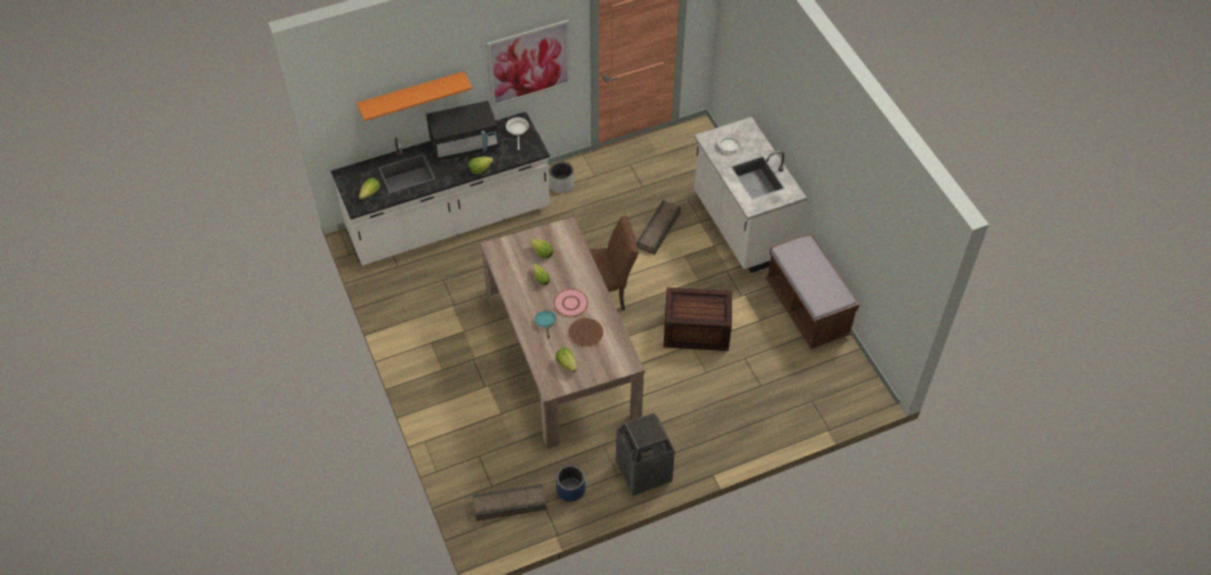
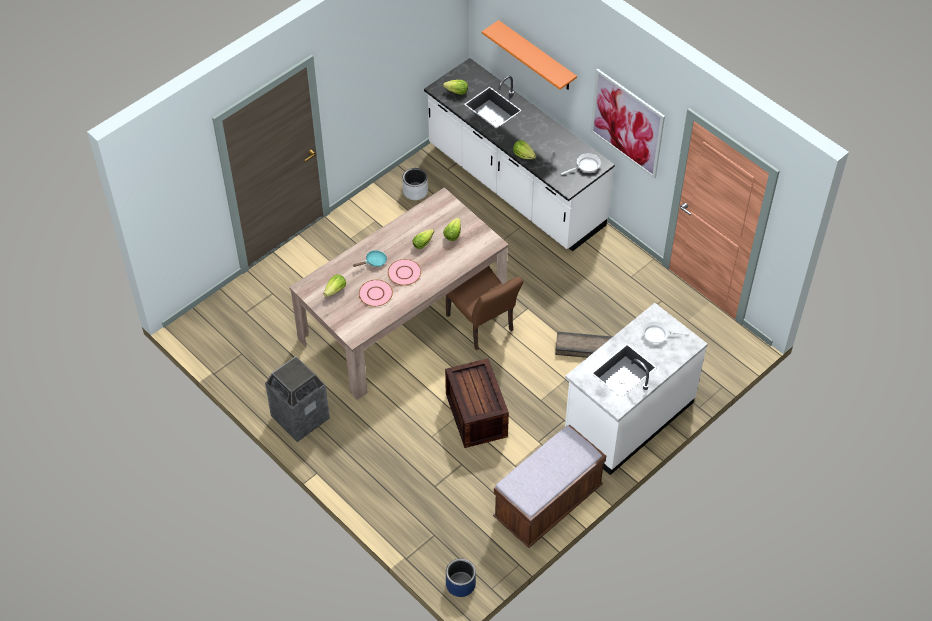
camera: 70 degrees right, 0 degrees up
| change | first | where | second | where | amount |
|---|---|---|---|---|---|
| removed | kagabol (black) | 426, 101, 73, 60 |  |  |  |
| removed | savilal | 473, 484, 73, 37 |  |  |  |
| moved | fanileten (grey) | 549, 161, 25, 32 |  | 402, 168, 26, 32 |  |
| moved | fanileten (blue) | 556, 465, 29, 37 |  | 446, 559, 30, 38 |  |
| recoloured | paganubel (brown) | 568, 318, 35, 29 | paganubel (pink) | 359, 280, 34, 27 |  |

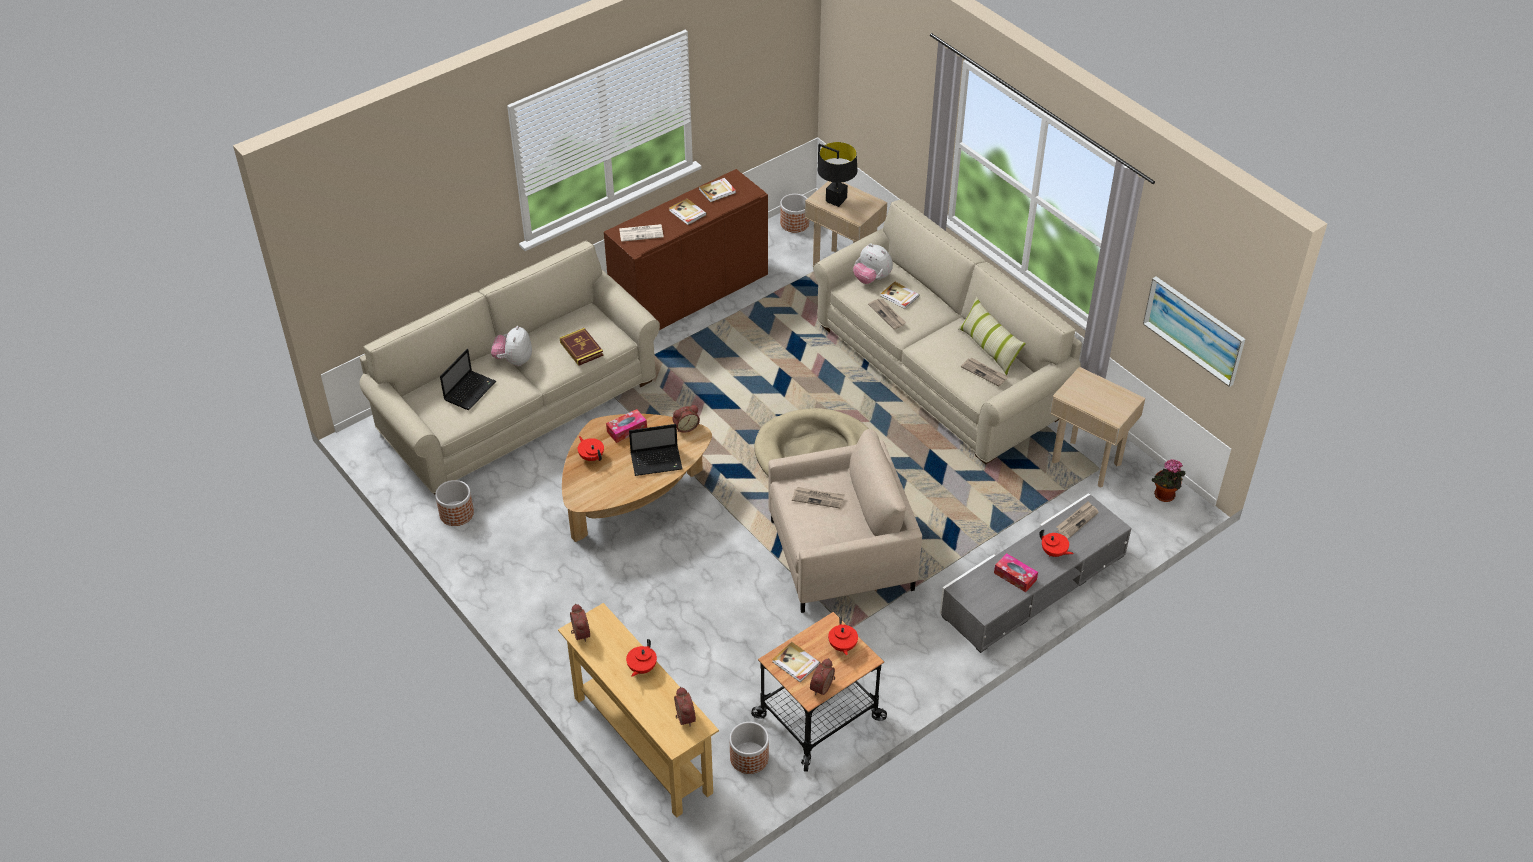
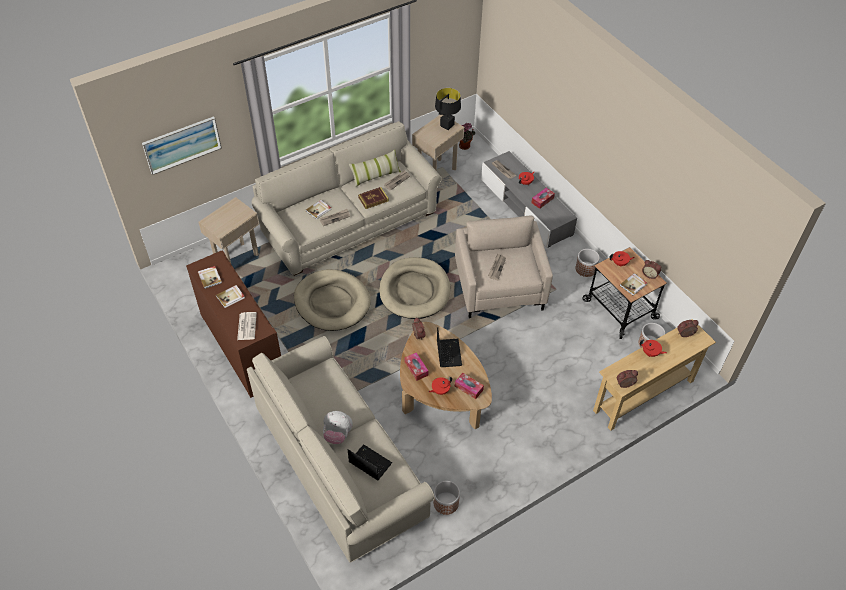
camera: 85 degrees left, 5 degrees up
| change | first | where | second | where | amount |
|---|---|---|---|---|---|
| moved | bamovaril | 560, 328, 43, 38 |  | 358, 187, 31, 22 |  |
| moved | fanileten | 780, 194, 29, 39 |  | 576, 249, 24, 28 |  |
| moved | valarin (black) | 818, 142, 39, 65 |  | 435, 88, 26, 42 |  |
| removed | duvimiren | 853, 243, 40, 41 |  |  |  |
| moved | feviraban | 1143, 276, 102, 111 |  | 142, 116, 80, 59 |  |
| added |  |  | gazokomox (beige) | 294, 269, 77, 62 |  |
| added |  |  | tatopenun | 455, 373, 29, 26 |  |

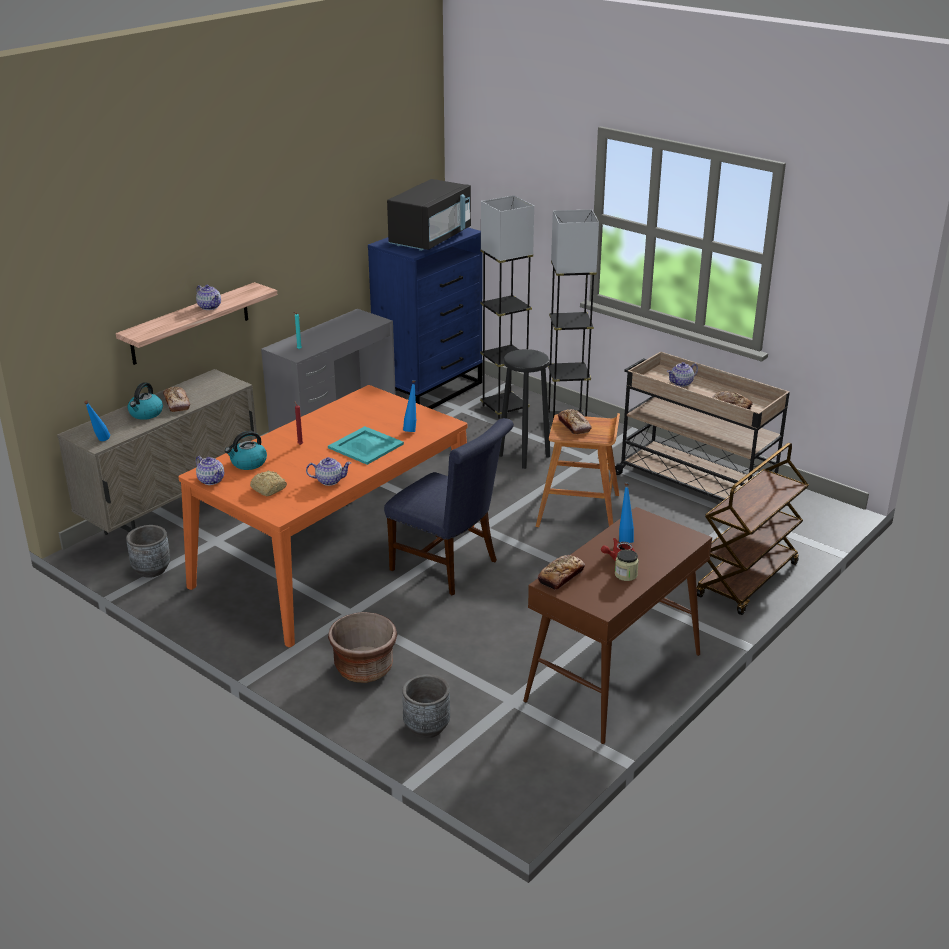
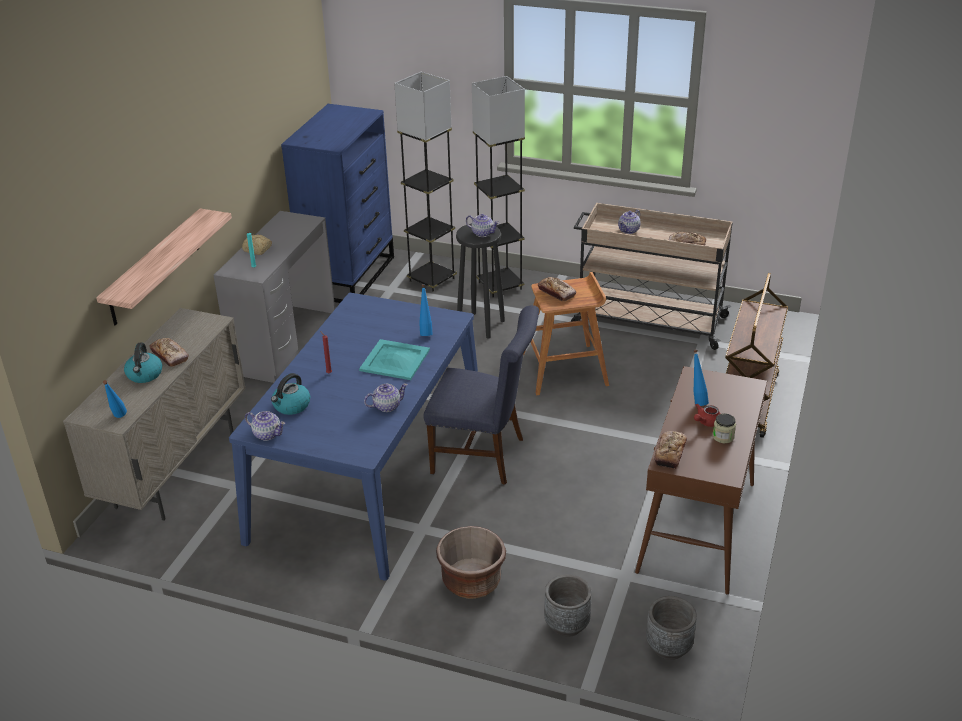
camera: 20 degrees left, 5 degrees up
| change | first | where | second | where | amount |
|---|---|---|---|---|---|
| moved | fanileten (grey) | 126, 525, 45, 53 |  | 646, 596, 51, 64 |  |
| recoloured | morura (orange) | 178, 385, 296, 262 | morura (blue) | 229, 293, 249, 288 |  |
| moved | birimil | 196, 285, 25, 25 |  | 466, 214, 33, 23 |  |
| moved | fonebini | 250, 471, 37, 25 |  | 242, 234, 30, 21 |  |
| removed | kagabol (black) | 387, 179, 84, 72 |  |  |  |

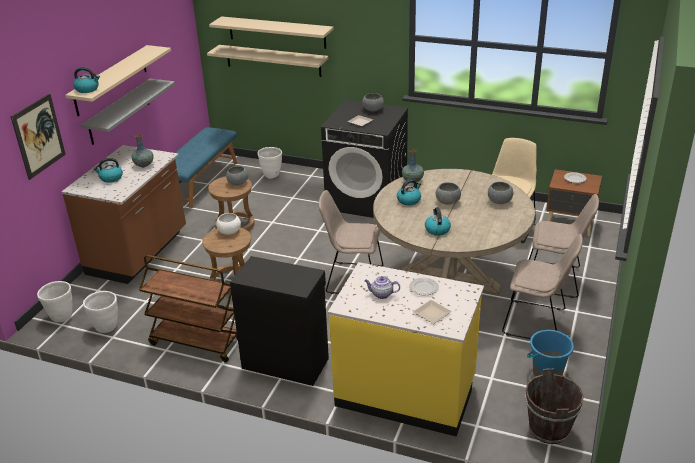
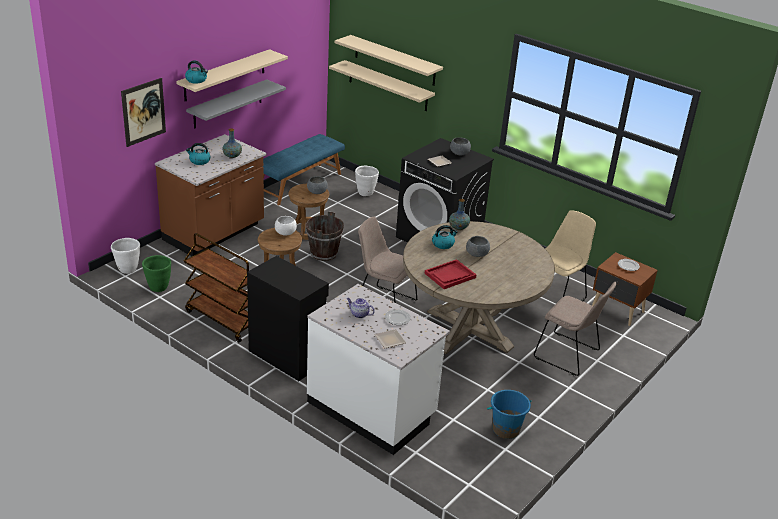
camera: 15 degrees right, 0 degrees up
| change | first | where | second | where | amount |
|---|---|---|---|---|---|
| recoloured | fanileten (white) | 83, 291, 35, 42 | fanileten (green) | 142, 255, 29, 37 |  |
| recoloured | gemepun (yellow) | 328, 262, 156, 175 | gemepun (white) | 307, 284, 143, 171 |  |
| replaced | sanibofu | 425, 207, 26, 29 | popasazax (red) | 425, 259, 52, 30 |  |
| removed | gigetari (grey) | 488, 182, 25, 22 |  |  |  |
| removed | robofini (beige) | 502, 234, 81, 105 |  |  |  |
| moved | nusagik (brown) | 525, 369, 59, 75 |  | 306, 211, 38, 50 |  |

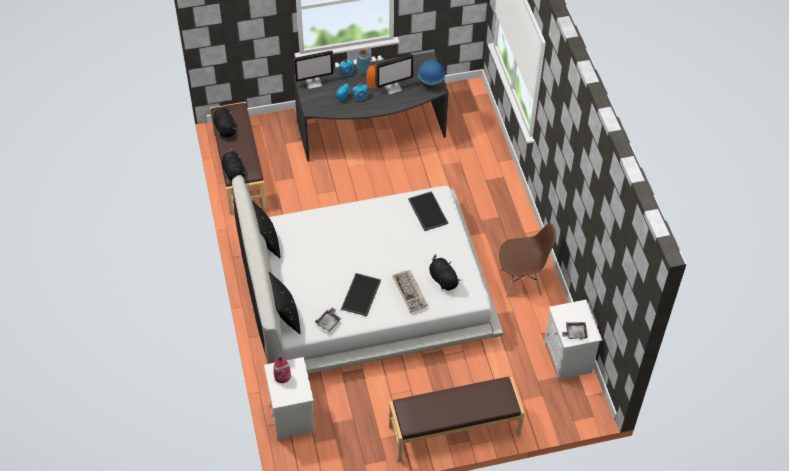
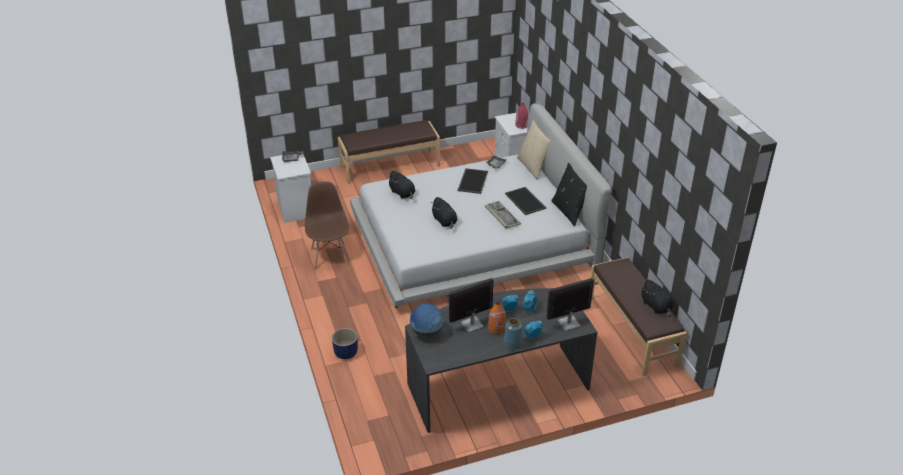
camera: 175 degrees right, 15 degrees down
| change | first | where | second | where | amount |
|---|---|---|---|---|---|
| moved | duvimiren (black) | 222, 149, 23, 32 |  | 431, 197, 26, 32 |  |
| recoloured | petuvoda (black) | 269, 272, 32, 62 | petuvoda (beige) | 517, 121, 34, 59 |  |
| moved | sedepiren | 392, 270, 36, 43 |  | 485, 201, 36, 27 |  |
| moved | popasazax | 408, 191, 40, 40 |  | 505, 187, 41, 28 |  |
| turned | robofini (brown) | 499, 223, 57, 75 |  | 305, 182, 44, 88 | 90 degrees clockwise |
| added |  |  | fanileten (blue) | 332, 328, 26, 31 |  |

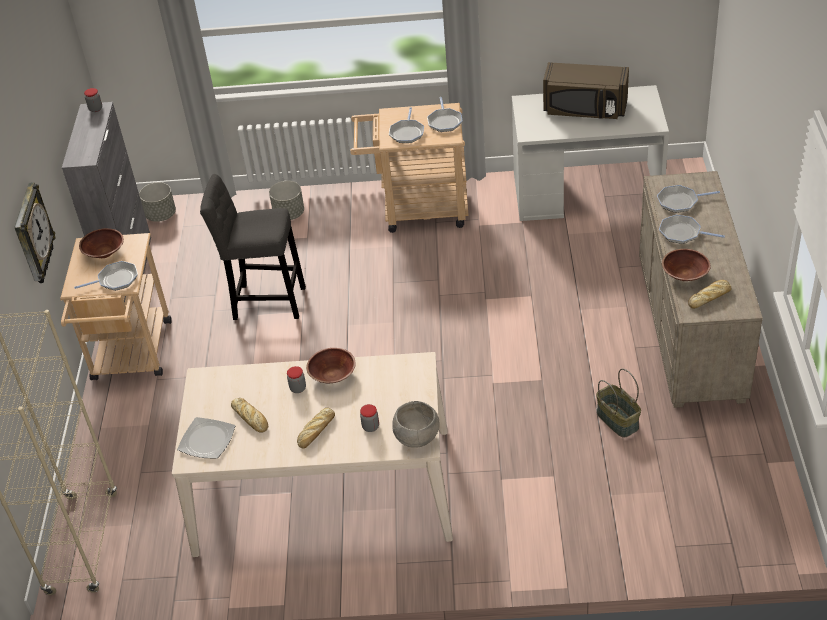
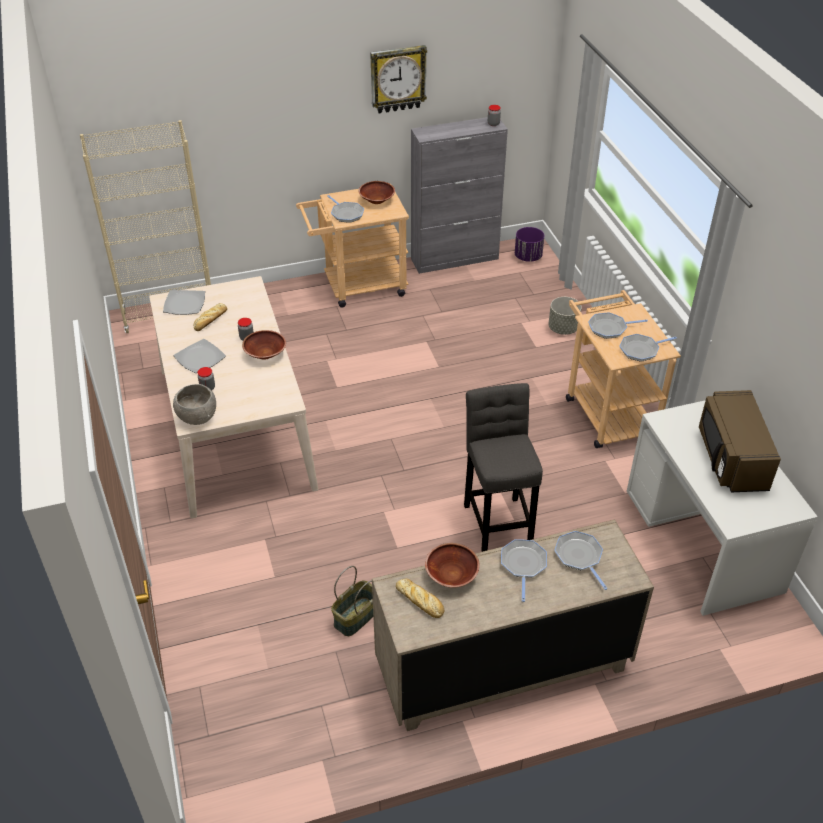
camera: 70 degrees right, 0 degrees up
| change | first | where | second | where | amount |
|---|---|---|---|---|---|
| moved | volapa | 14, 183, 42, 100 |  | 370, 45, 57, 68 |  |
| recoloured | fanileten (grey) | 139, 182, 37, 40 | fanileten (purple) | 515, 227, 29, 35 |  |
| moved | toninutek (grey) | 200, 174, 106, 146 |  | 464, 383, 79, 169 |  |
| replaced | fonebini | 297, 408, 38, 40 | paganubel | 174, 339, 52, 34 |  |

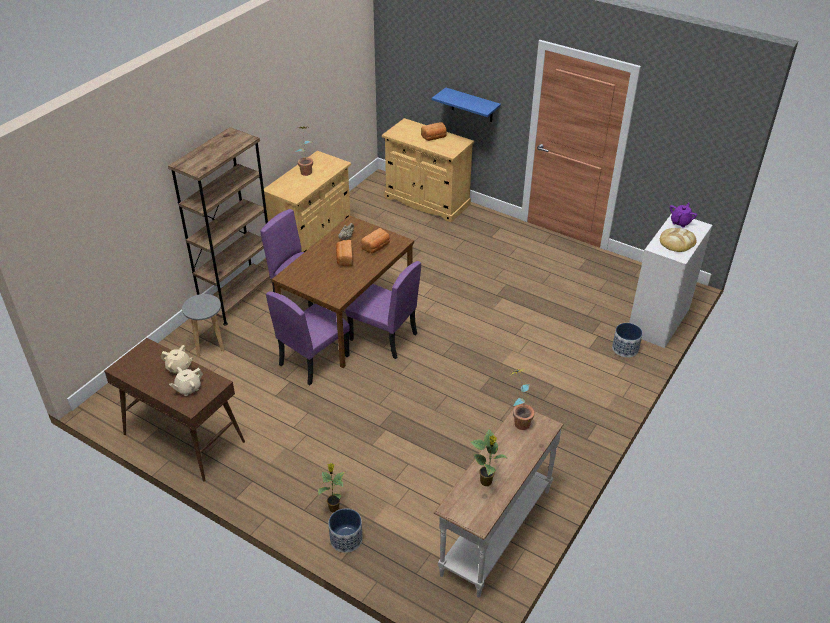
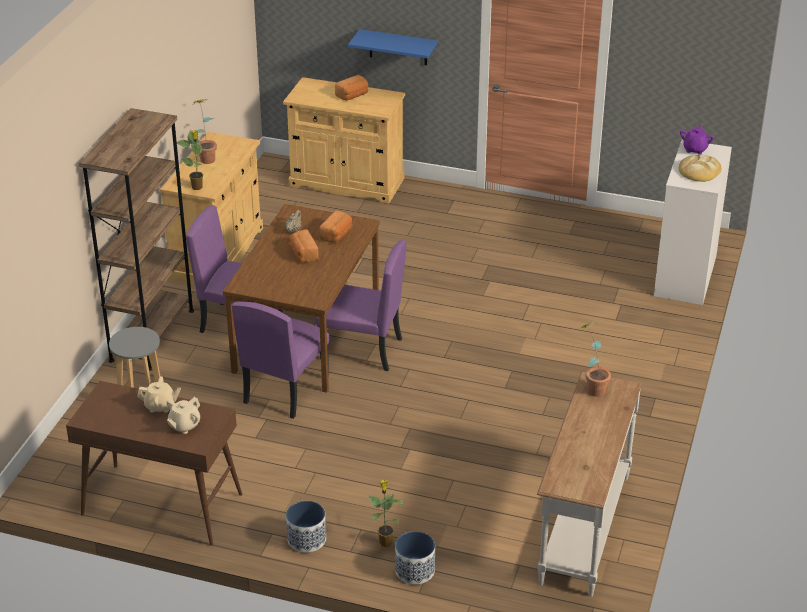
camera: 15 degrees left, 5 degrees down
| change | first | where | second | where | amount |
|---|---|---|---|---|---|
| moved | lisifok | 471, 429, 36, 57 |  | 177, 130, 34, 60 |  |
| moved | fanileten | 612, 323, 31, 34 |  | 286, 501, 40, 52 |  |

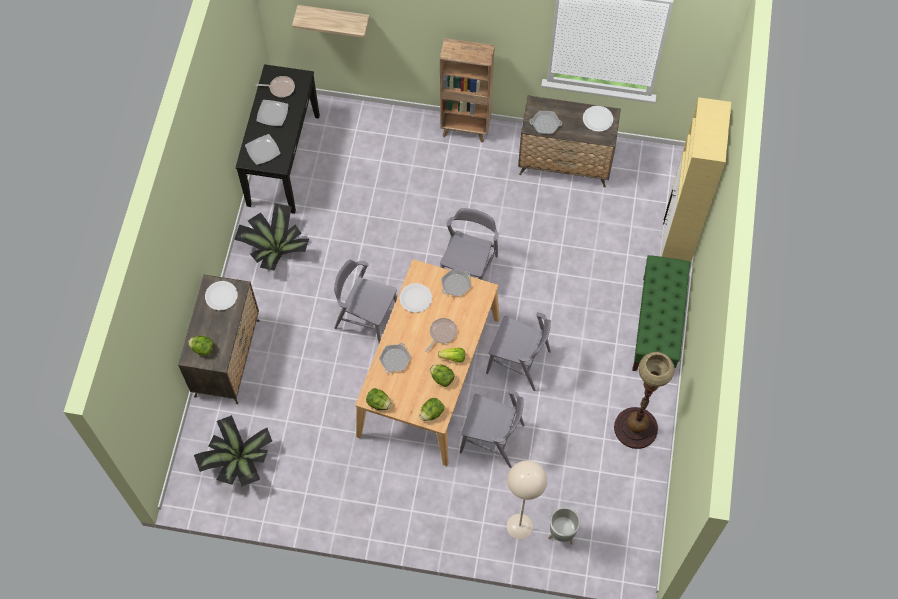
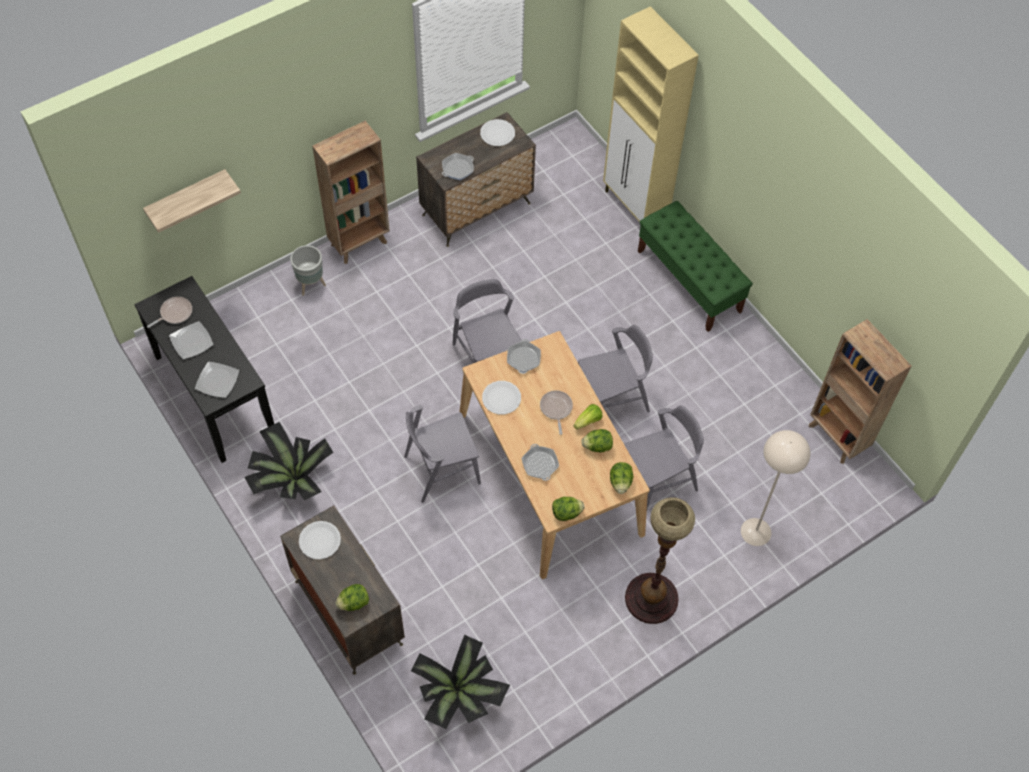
camera: 45 degrees left, 5 degrees down
| change | first | where | second | where | amount |
|---|---|---|---|---|---|
| moved | fanileten (grey) | 548, 507, 32, 38 |  | 290, 245, 36, 51 |  |
| moved | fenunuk | 614, 352, 61, 97 |  | 625, 497, 70, 127 |  |
| added |  |  | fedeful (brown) | 809, 319, 103, 145 |  |

